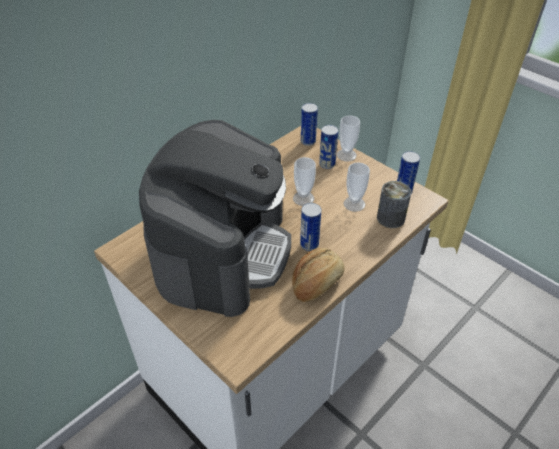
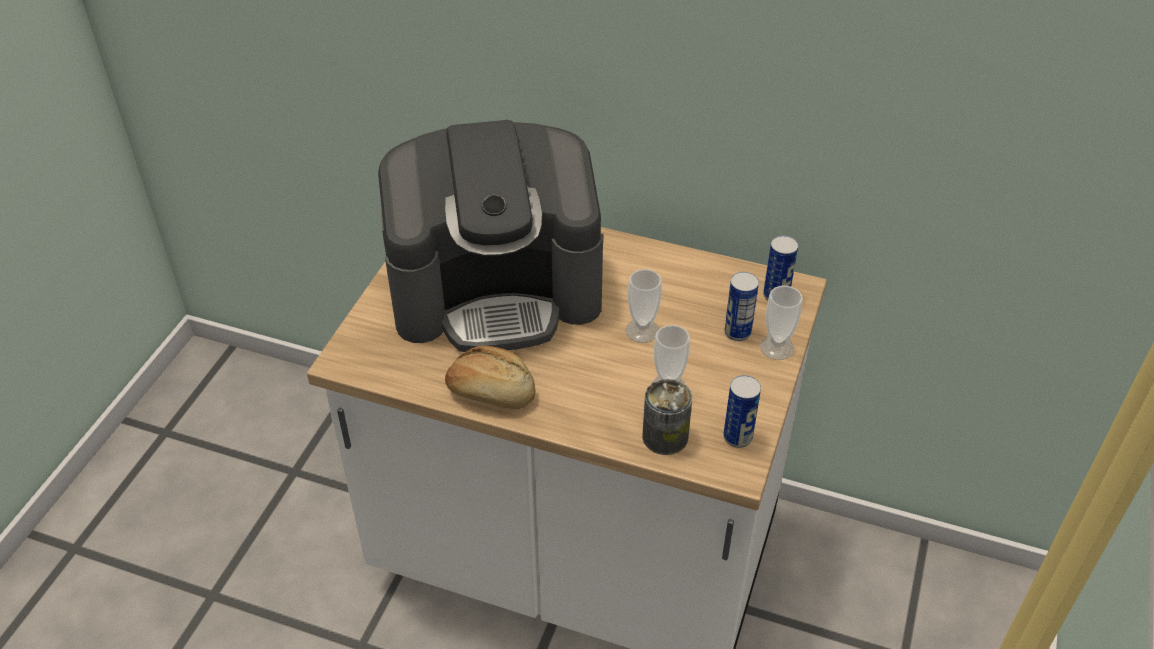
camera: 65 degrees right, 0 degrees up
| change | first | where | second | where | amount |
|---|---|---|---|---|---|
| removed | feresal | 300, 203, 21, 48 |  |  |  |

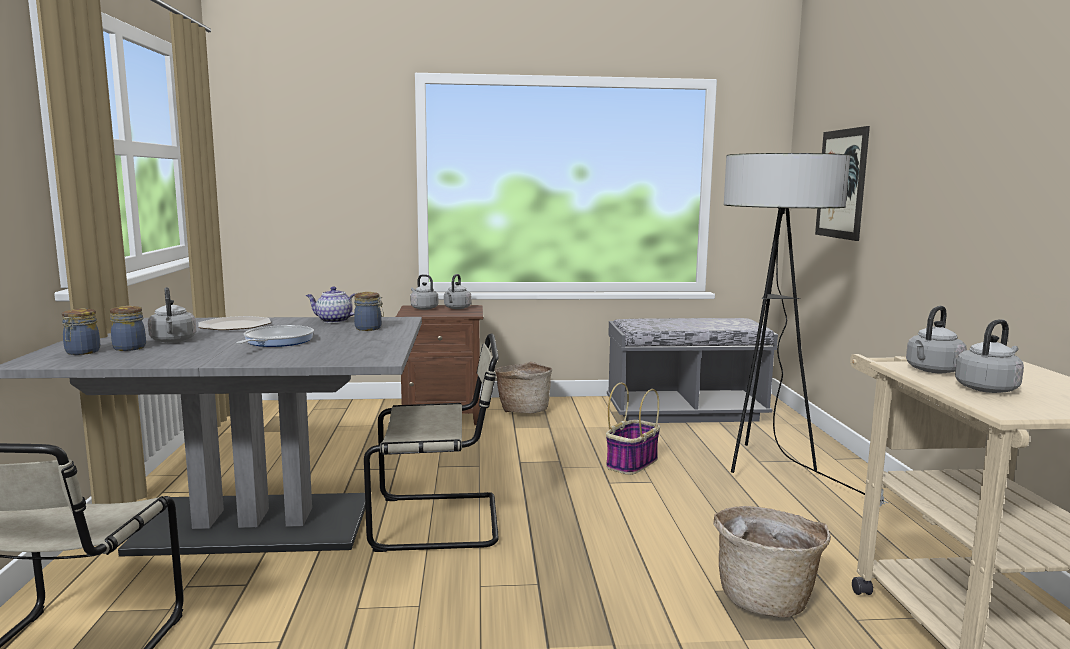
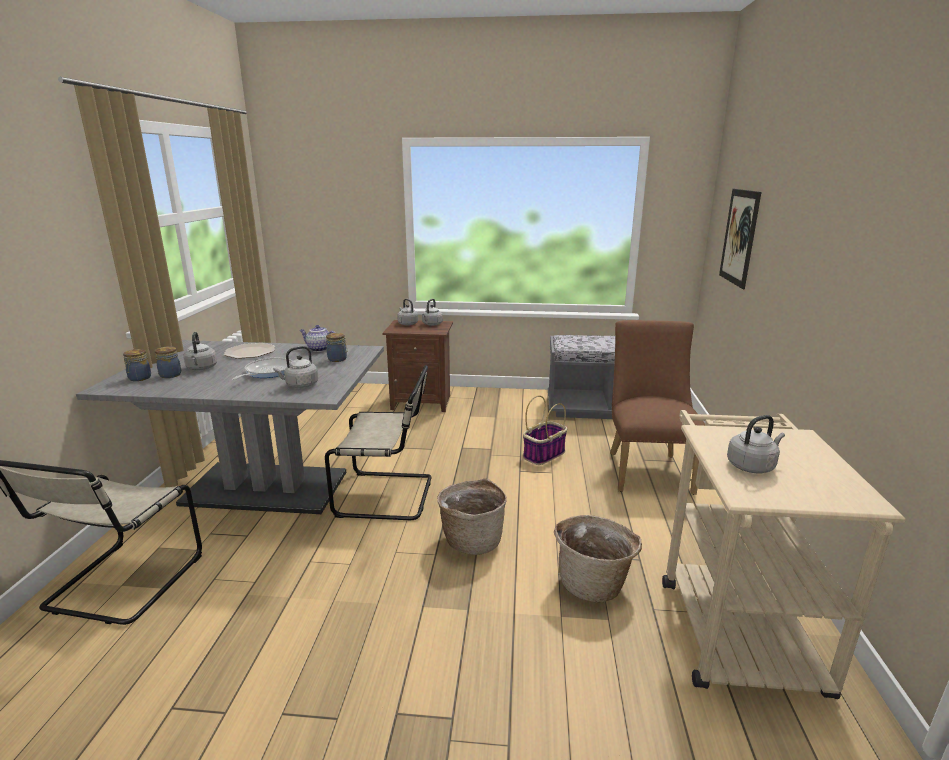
camera: 10 degrees right, 10 degrees up
| change | first | where | second | where | amount |
|---|---|---|---|---|---|
| moved | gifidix | 495, 362, 57, 51 |  | 437, 479, 70, 76 |  |
| replaced | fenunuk | 724, 153, 164, 354 | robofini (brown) | 610, 320, 95, 175 |  |
| moved | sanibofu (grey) | 906, 306, 61, 67 |  | 273, 346, 45, 42 |  |

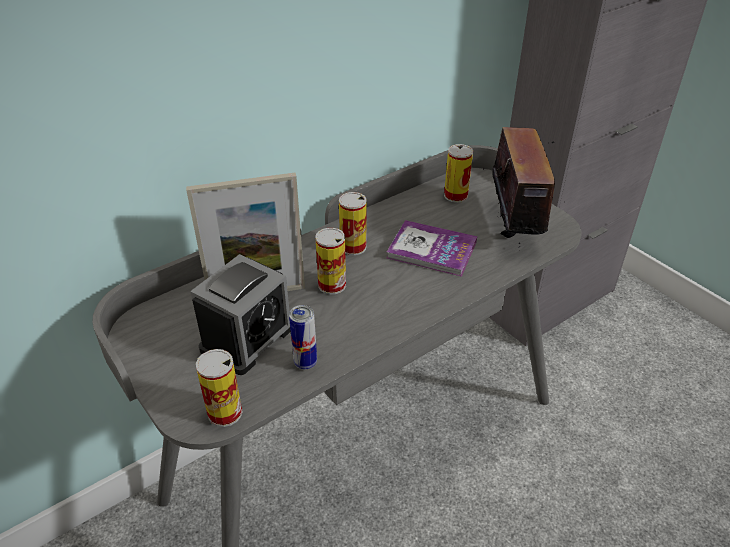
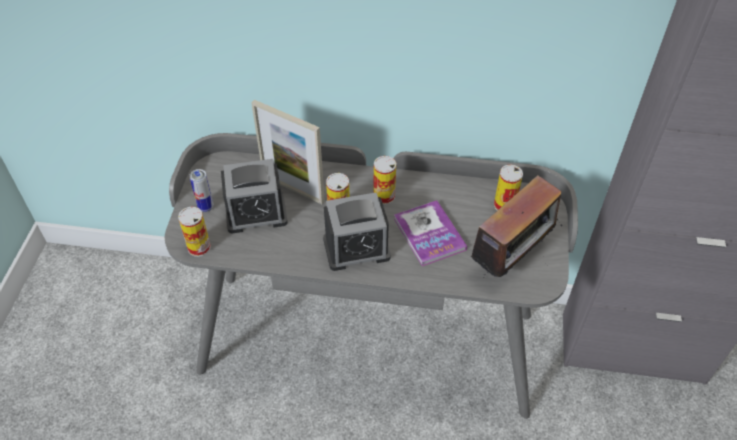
camera: 45 degrees right, 10 degrees up
| change | first | where | second | where | amount |
|---|---|---|---|---|---|
| moved | feresal | 289, 305, 28, 64 |  | 189, 169, 25, 43 |  |
| added |  |  | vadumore | 323, 192, 68, 79 |  |

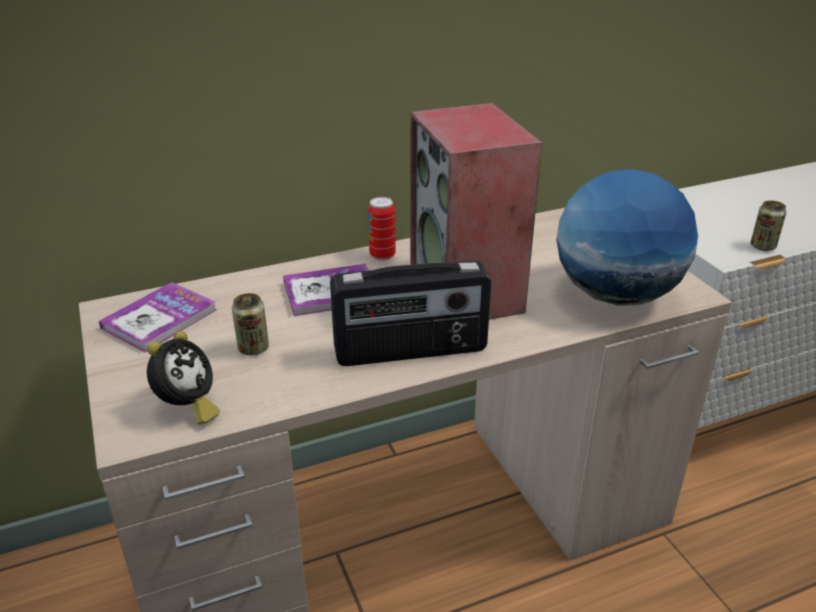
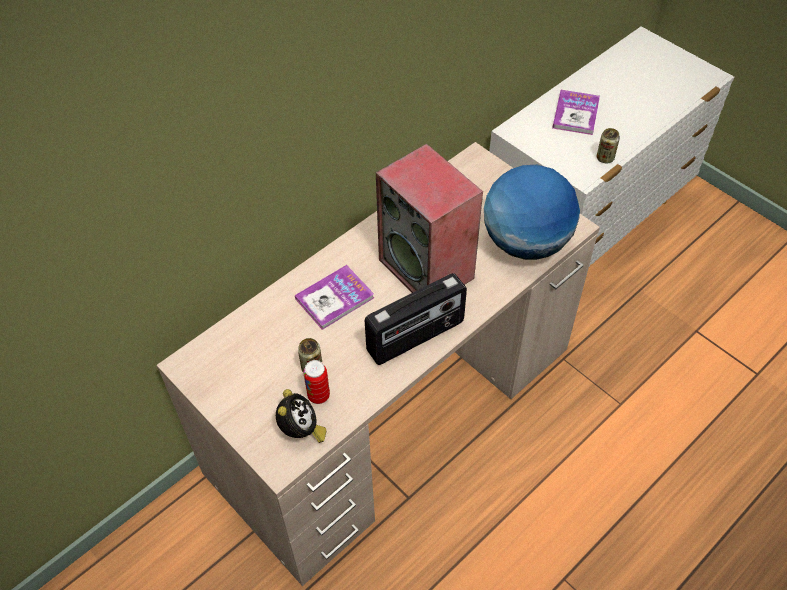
camera: 20 degrees left, 20 degrees up
| change | first | where | second | where | amount |
|---|---|---|---|---|---|
| moved | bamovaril | 99, 282, 118, 71 |  | 552, 90, 48, 45 |  |
| moved | feresal | 368, 197, 28, 64 |  | 304, 360, 26, 44 |  |

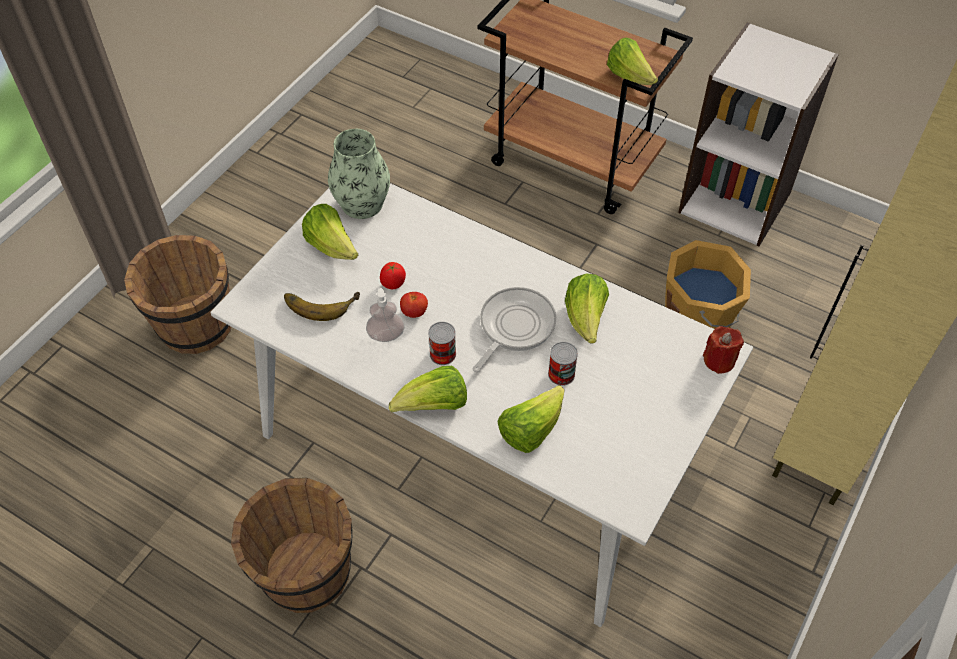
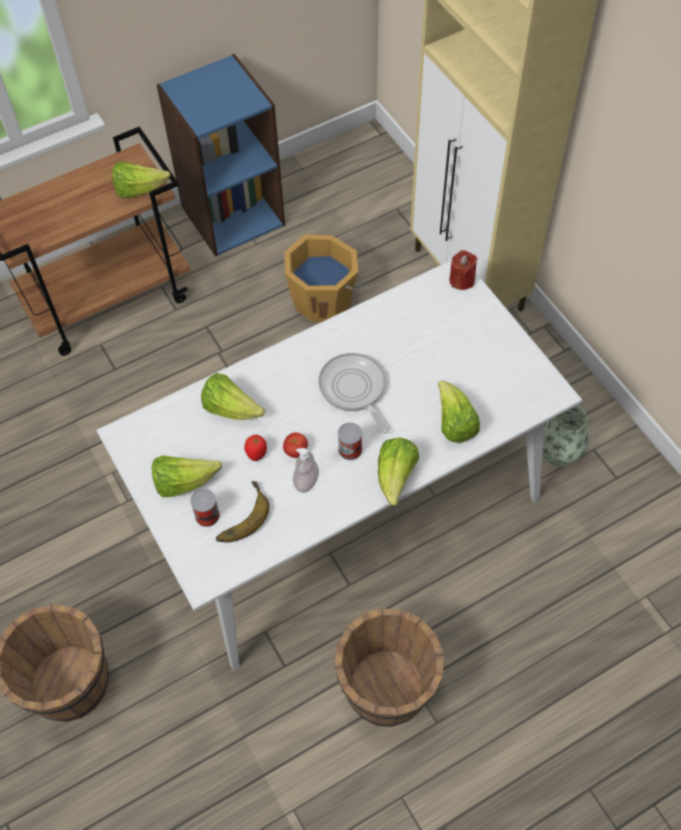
camera: 60 degrees left, 5 degrees up
| change | first | where | second | where | amount |
|---|---|---|---|---|---|
| moved | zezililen | 328, 129, 62, 90 |  | 542, 405, 47, 62 |  |
| moved | feresal | 548, 342, 30, 44 |  | 191, 489, 29, 38 |  |
| moved | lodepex | 565, 273, 44, 70 |  | 201, 373, 64, 47 |  |
| recoloured | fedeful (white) | 678, 22, 161, 224 | fedeful (blue) | 157, 54, 128, 203 |  |

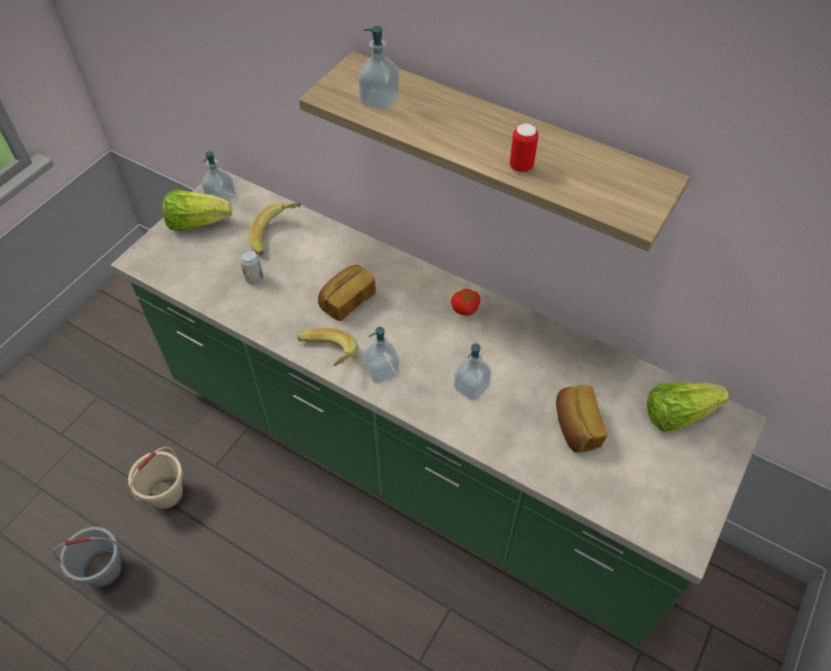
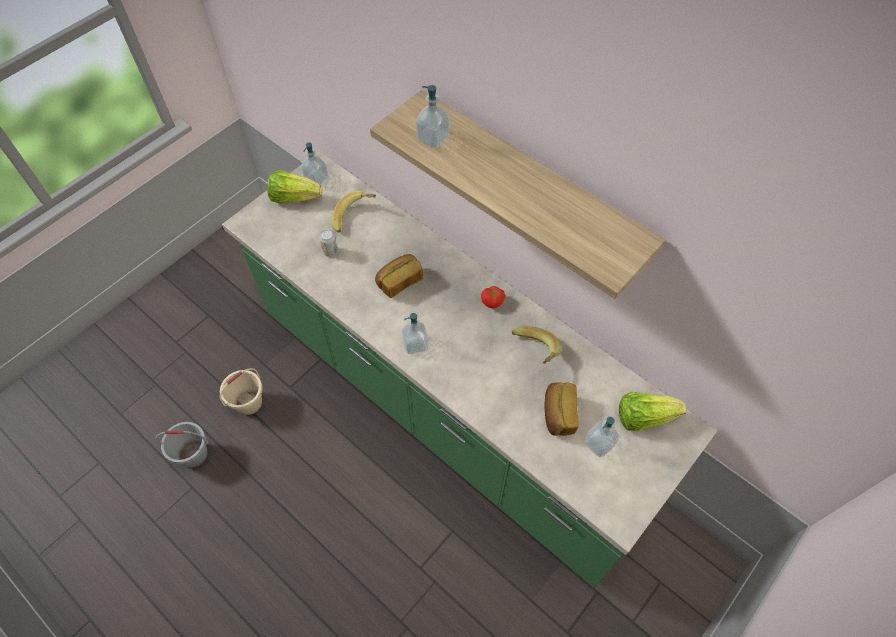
camera: 10 degrees right, 5 degrees up
| change | first | where | second | where | amount |
|---|---|---|---|---|---|
| moved | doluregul | 298, 328, 60, 38 |  | 512, 326, 50, 38 |  |
| moved | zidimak | 454, 343, 38, 58 |  | 585, 417, 34, 40 |  |
| removed | feresal | 510, 123, 28, 49 |  |  |  |

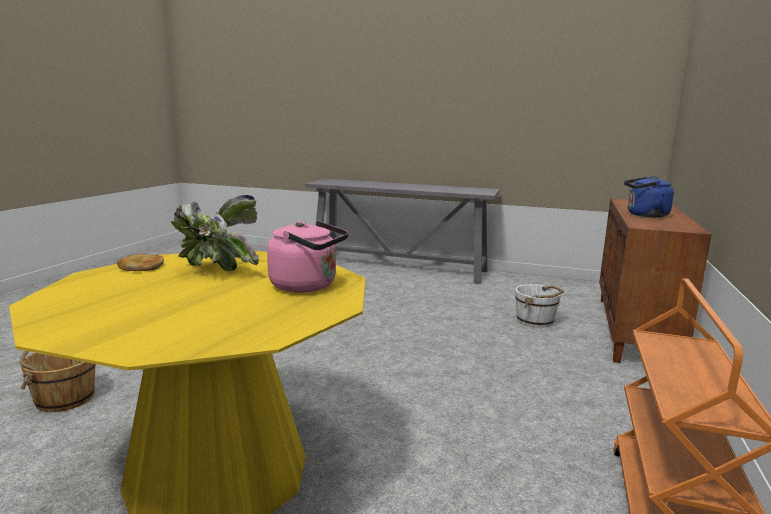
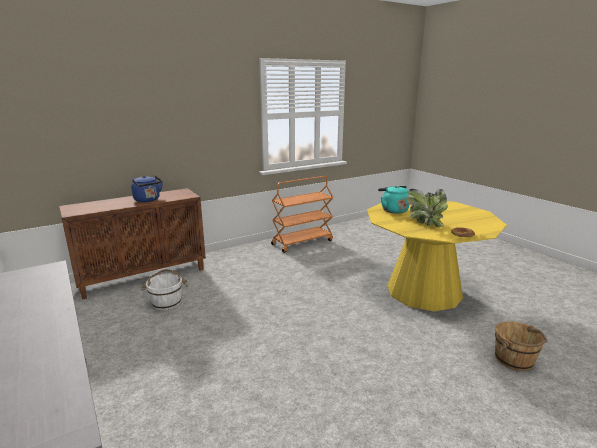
camera: 140 degrees left, 5 degrees up
| change | first | where | second | where | amount |
|---|---|---|---|---|---|
| recoloured | sanibofu (pink) | 267, 221, 81, 71 | sanibofu (turquoise) | 378, 186, 31, 28 |  |

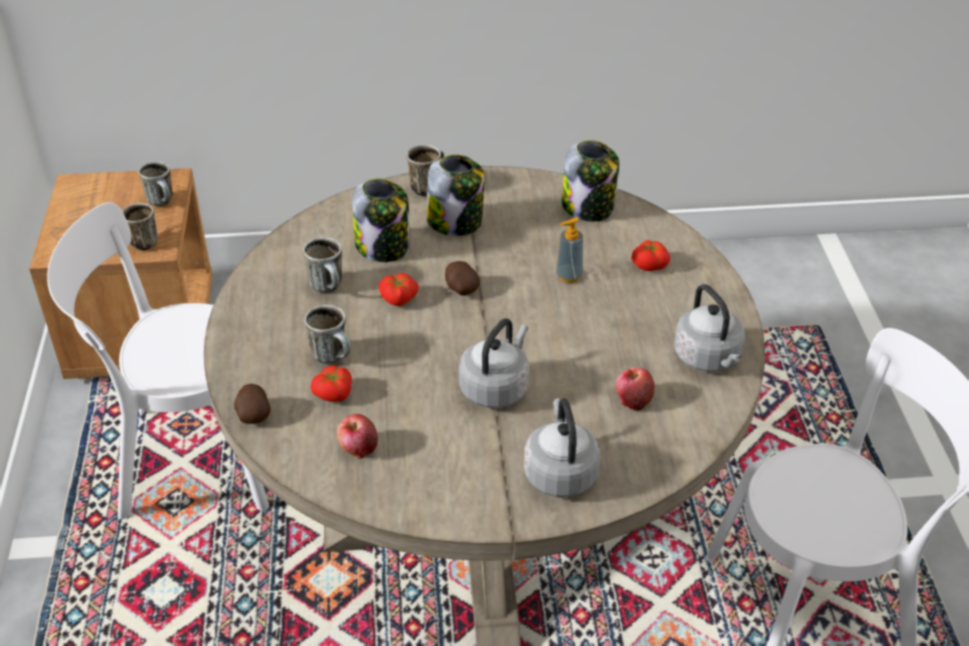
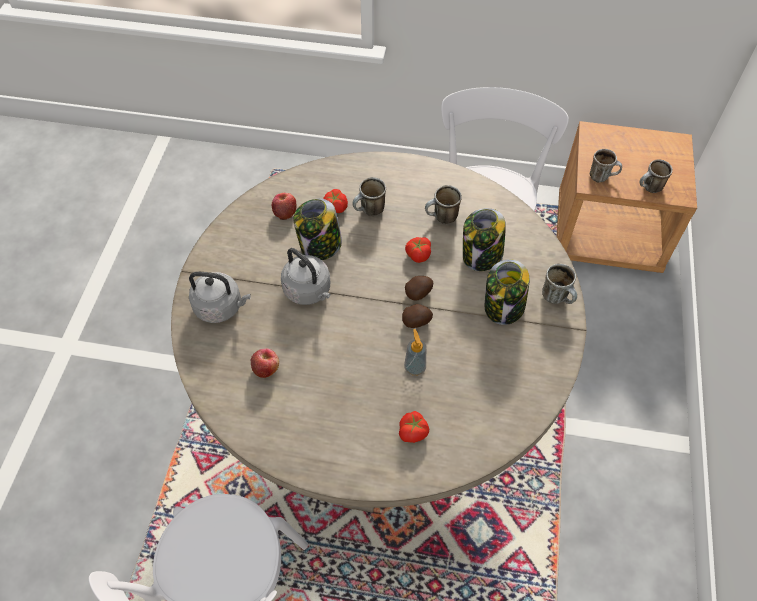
camera: 105 degrees right, 15 degrees up
| change | first | where | second | where | amount |
|---|---|---|---|---|---|
| moved | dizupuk | 234, 384, 37, 40 |  | 402, 304, 31, 24 |  |
| moved | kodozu | 562, 140, 57, 82 |  | 293, 199, 49, 61 |  |
| removed | sanibofu (grey) | 674, 284, 71, 88 |  |  |  |

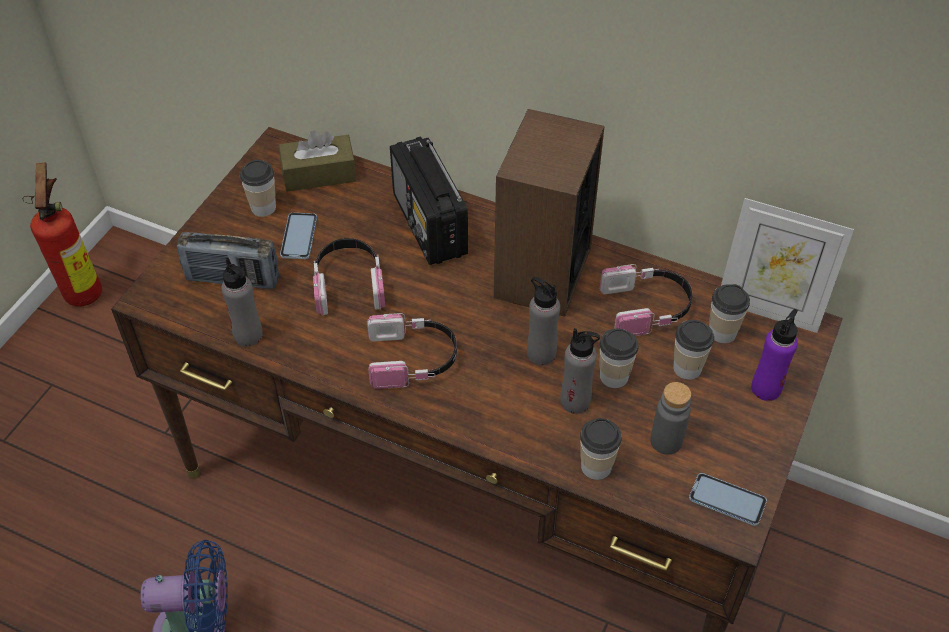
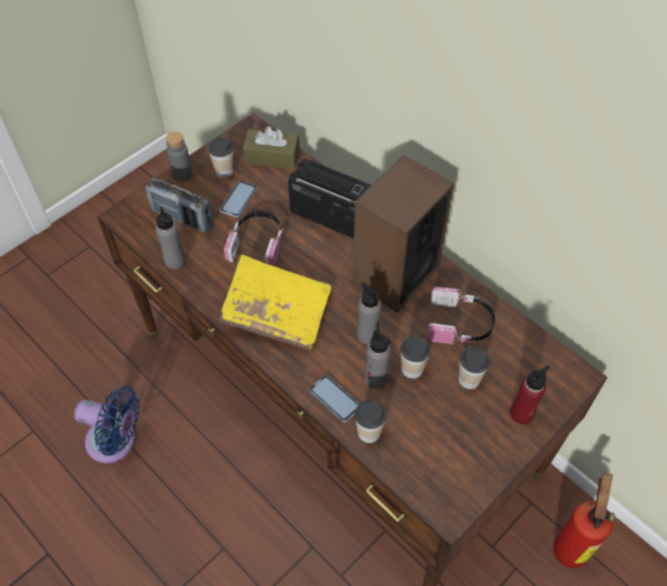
camera: 20 degrees right, 5 degrees up
| change | first | where | second | where | amount |
|---|---|---|---|---|---|
| moved | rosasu | 23, 162, 79, 145 |  | 553, 472, 62, 96 |  |
| replaced | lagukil | 367, 313, 90, 76 | bamovaril (yellow) | 220, 255, 111, 96 |  |
| turned | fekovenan | 390, 136, 78, 129 |  | 288, 159, 84, 79 | 120 degrees clockwise |
| moved | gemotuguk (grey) | 650, 382, 41, 73 |  | 166, 132, 26, 50 |  |
| moved | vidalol | 689, 473, 78, 53 |  | 310, 375, 49, 47 |  |
| removed | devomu | 709, 284, 41, 59 |  |  |  |
| removed | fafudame | 721, 198, 133, 135 |  |  |  |
| recoloured | gemotuguk (purple) | 751, 309, 47, 92 | gemotuguk (red) | 510, 366, 40, 58 |  |

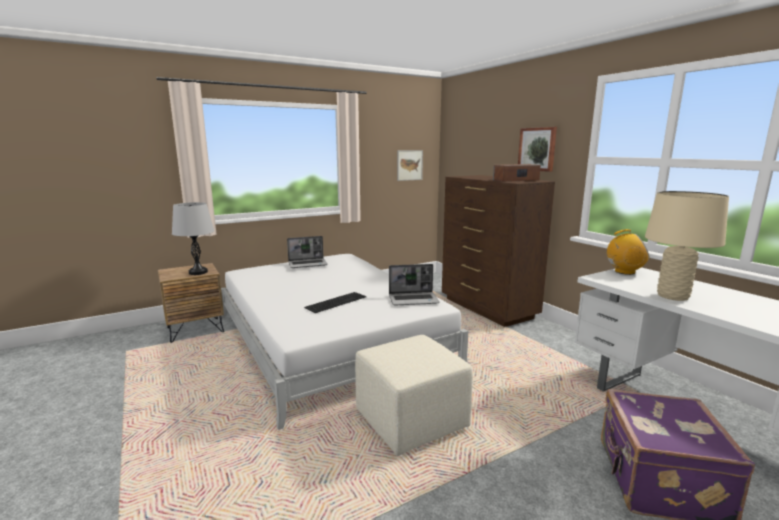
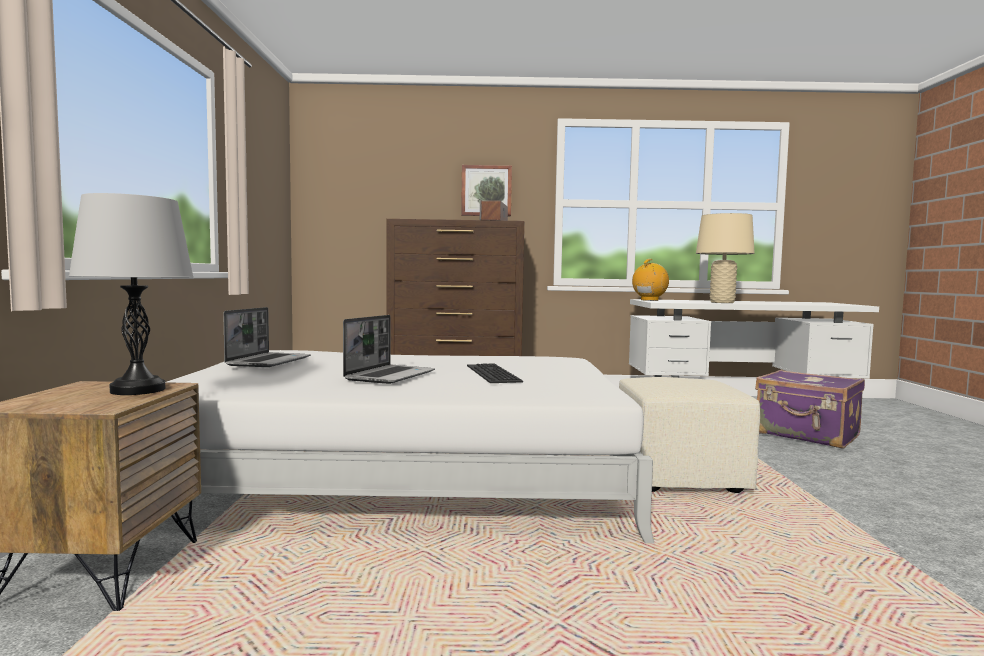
camera: 60 degrees left, 10 degrees down
| change | first | where | second | where | amount |
|---|---|---|---|---|---|
| moved | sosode | 389, 264, 50, 41 |  | 343, 315, 92, 69 |  |
| removed | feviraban | 397, 150, 26, 31 |  |  |  |

